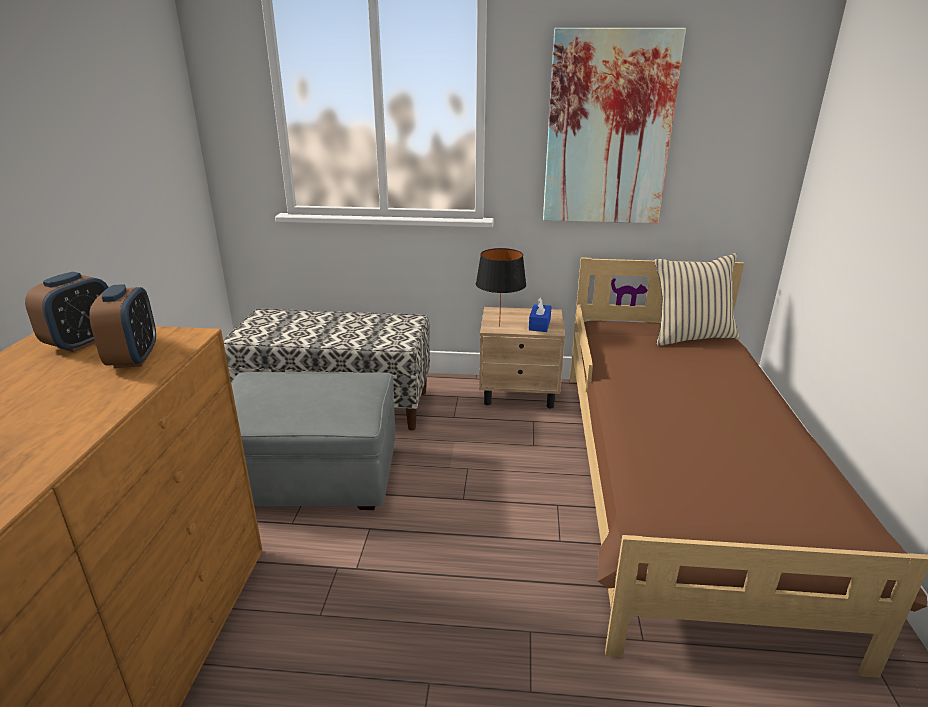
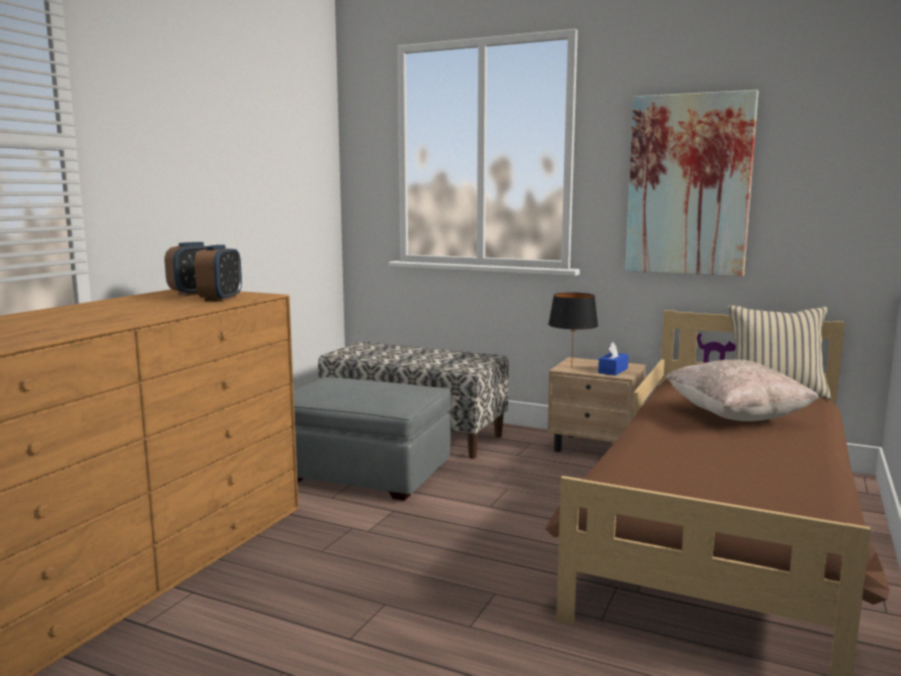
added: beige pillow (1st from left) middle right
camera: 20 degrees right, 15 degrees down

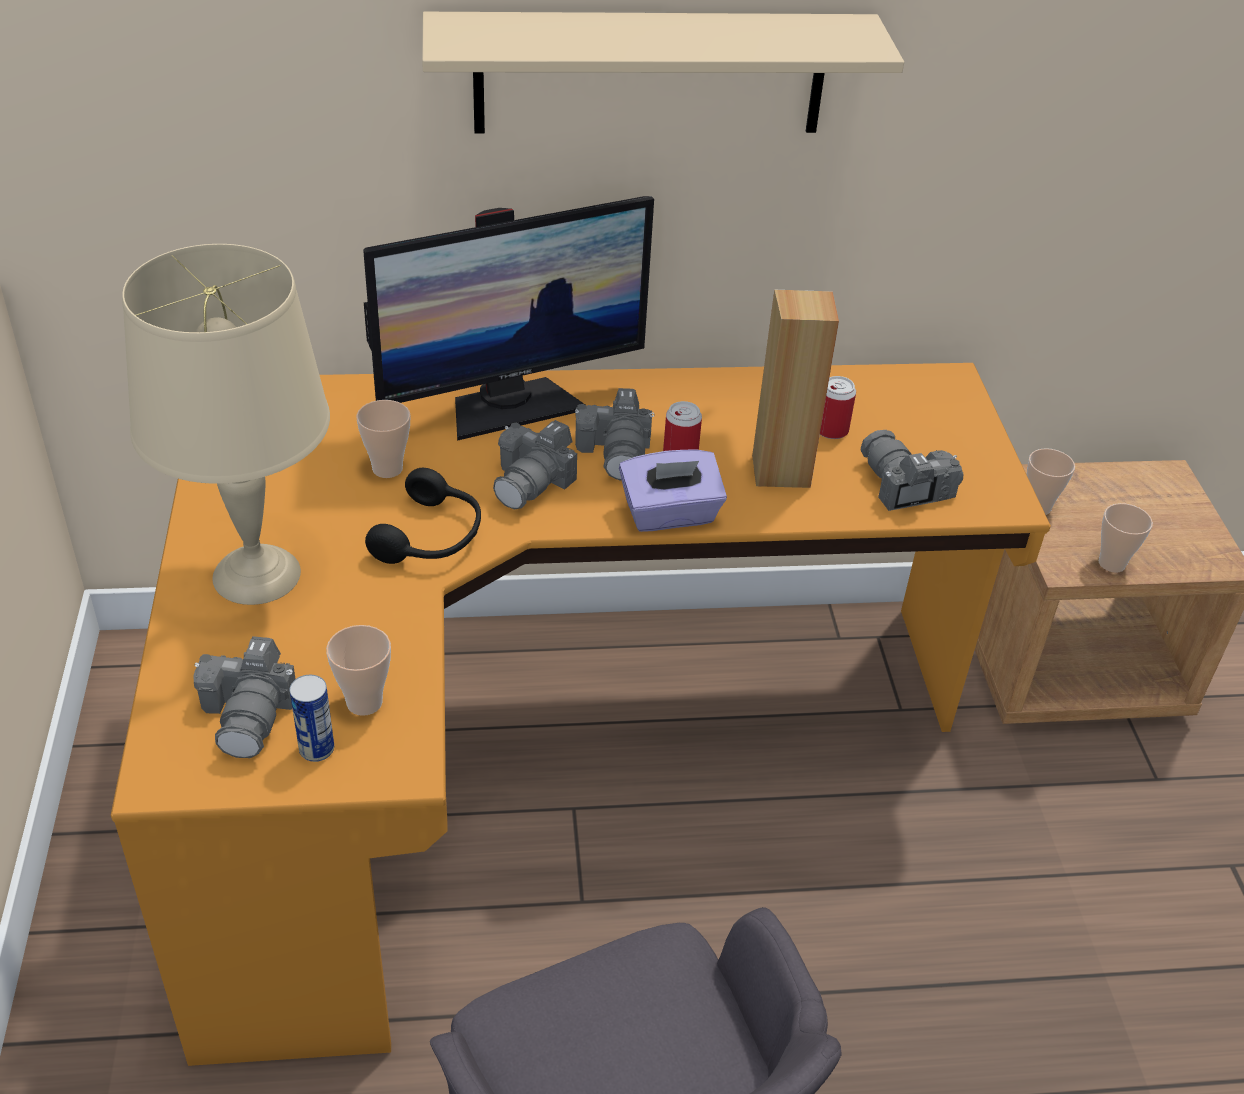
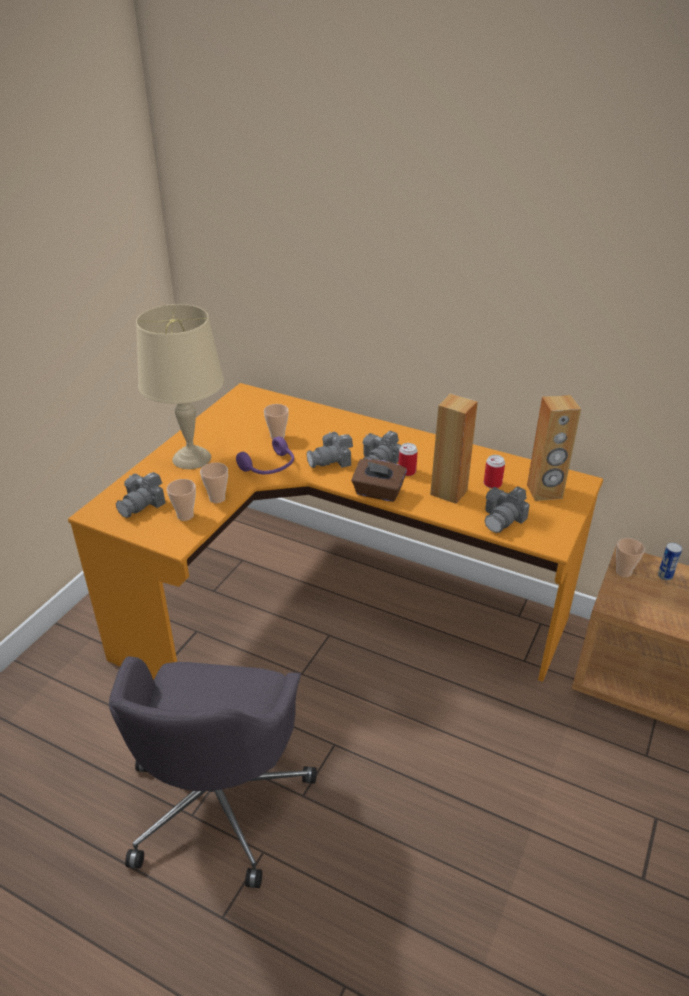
removed: monitor top centre; beige shelf top centre
added: brown speaker (2nd from left) middle right
moved: can (1st from left in the first image) middle left to can (3rd from left) middle right; cup (4th from left in the first image) middle right to cup (2nd from left) middle left
recoloured: black headphones centre to purple headphones centre; purple tissue box centre to brown tissue box centre
turned: photo camera (4th from left) middle right = middle right 150 degrees counterclockwise
camera: 35 degrees right, 5 degrees down

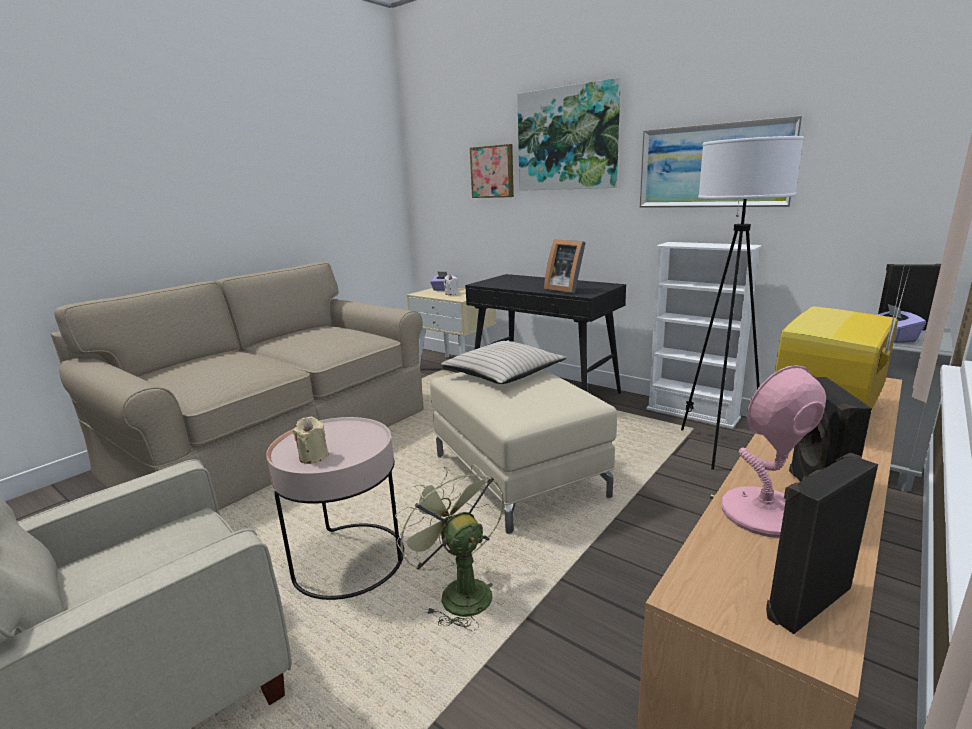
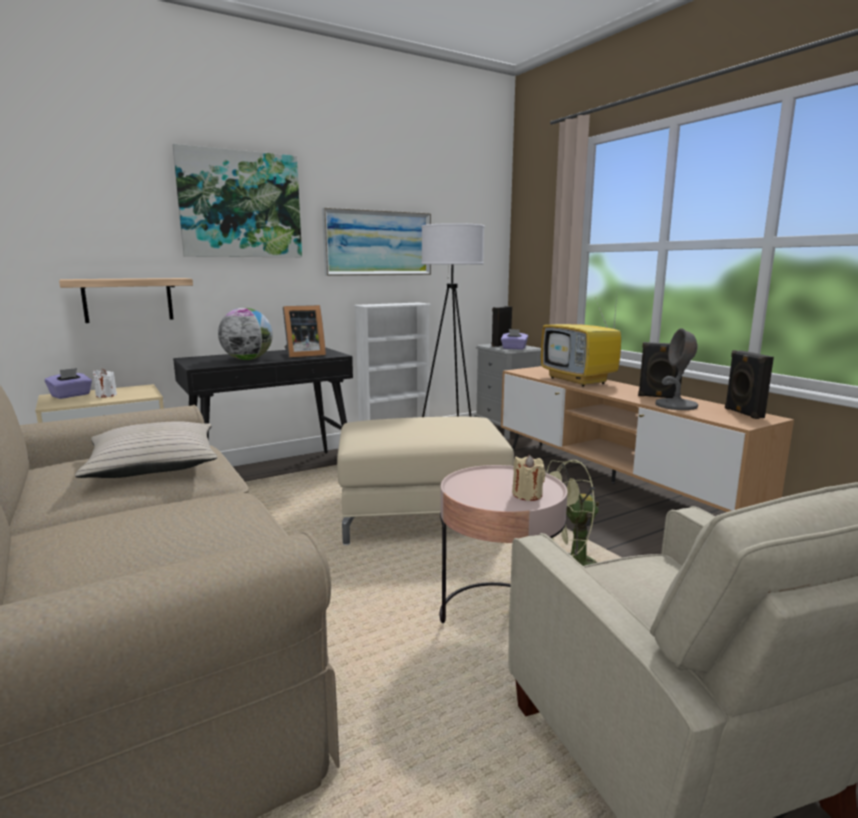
removed: picture (1st from left) top centre
added: shelf middle left; globe middle left
moved: beige pillow centre to middle left
recoloured: pink table lamp middle right to grey table lamp middle right
camera: 70 degrees left, 5 degrees down

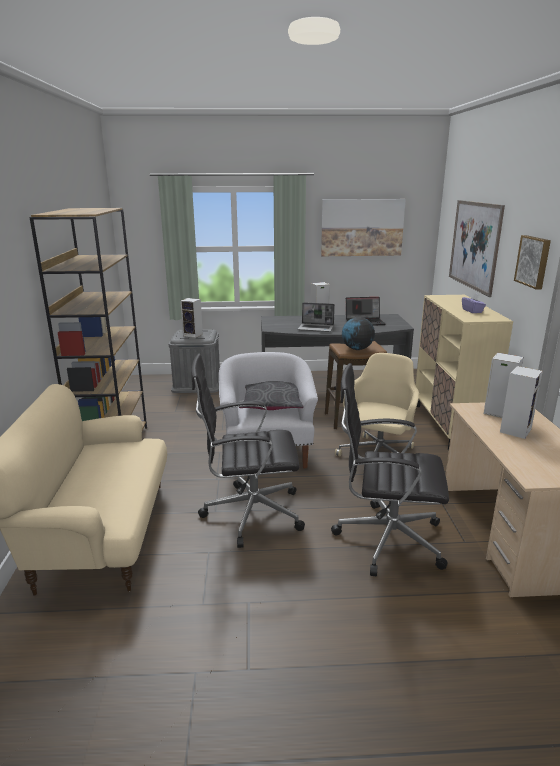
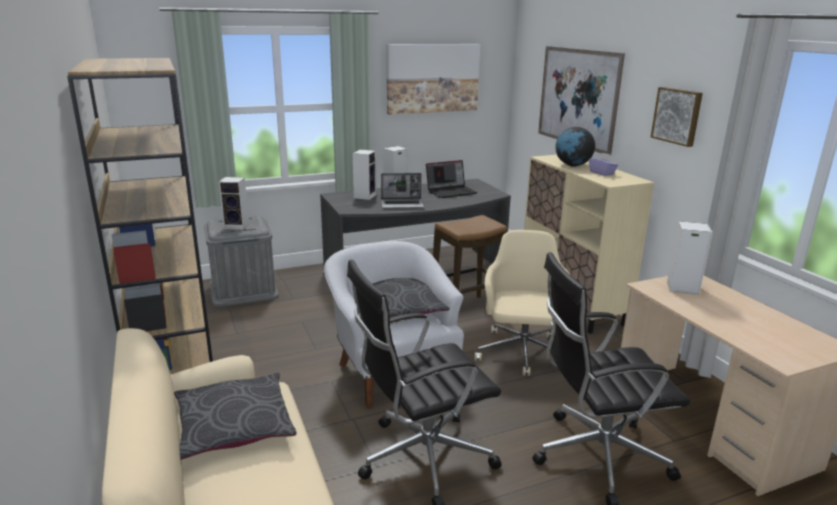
added: grey pillow (1st from left) bottom left
moved: globe centre to top right; speaker (4th from left in the first image) middle right to speaker (2nd from left) centre
camera: 20 degrees left, 0 degrees up

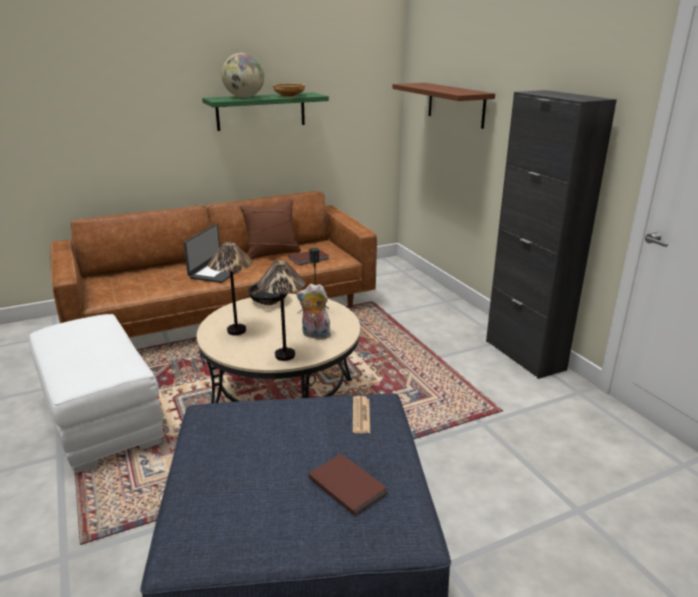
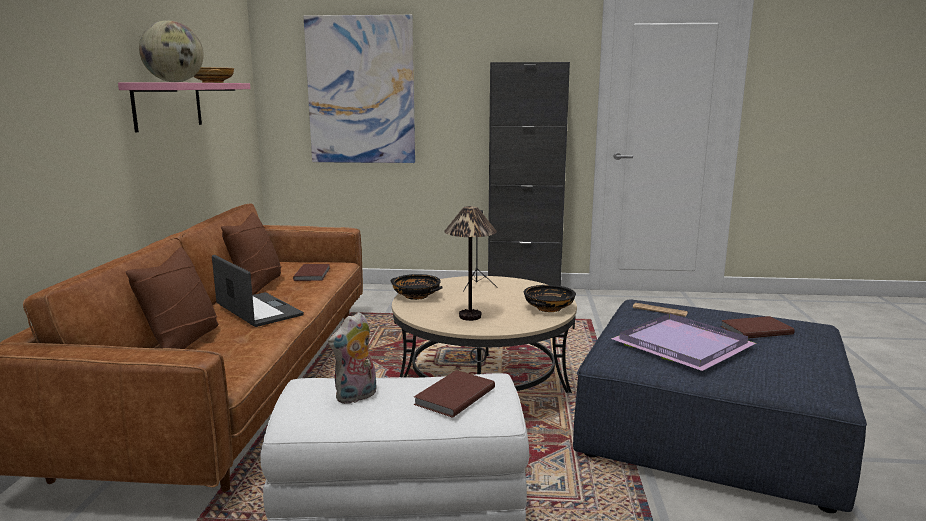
added: brown pillow (1st from left) middle left; brown book (2nd from left) bottom centre; purple tray middle right
moved: plush toy centre to bottom centre
replaced: table lamp (2nd from left) centre to black bowl (2nd from left) centre; brown shelf top centre to picture top centre
recoloured: green shelf top centre to pink shelf top left
camera: 60 degrees left, 10 degrees down

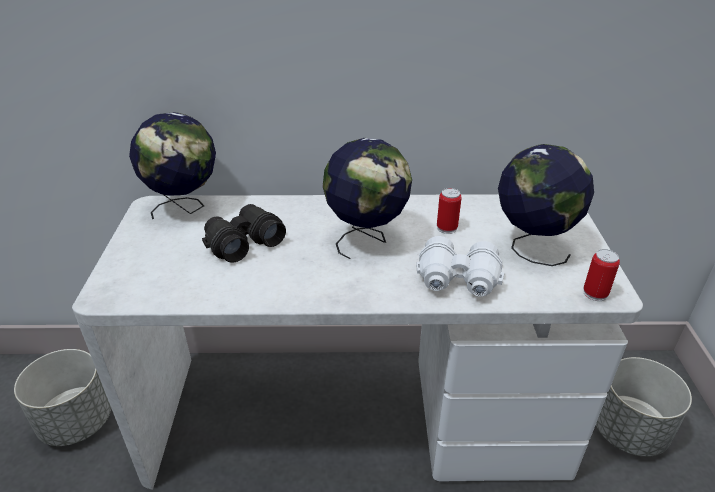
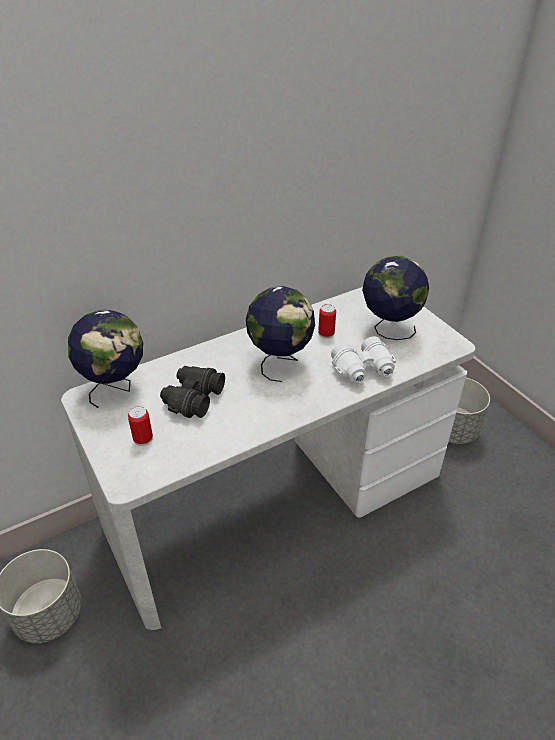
moved: can (2nd from left in the first image) middle right to can (1st from left) middle left
camera: 30 degrees left, 5 degrees up

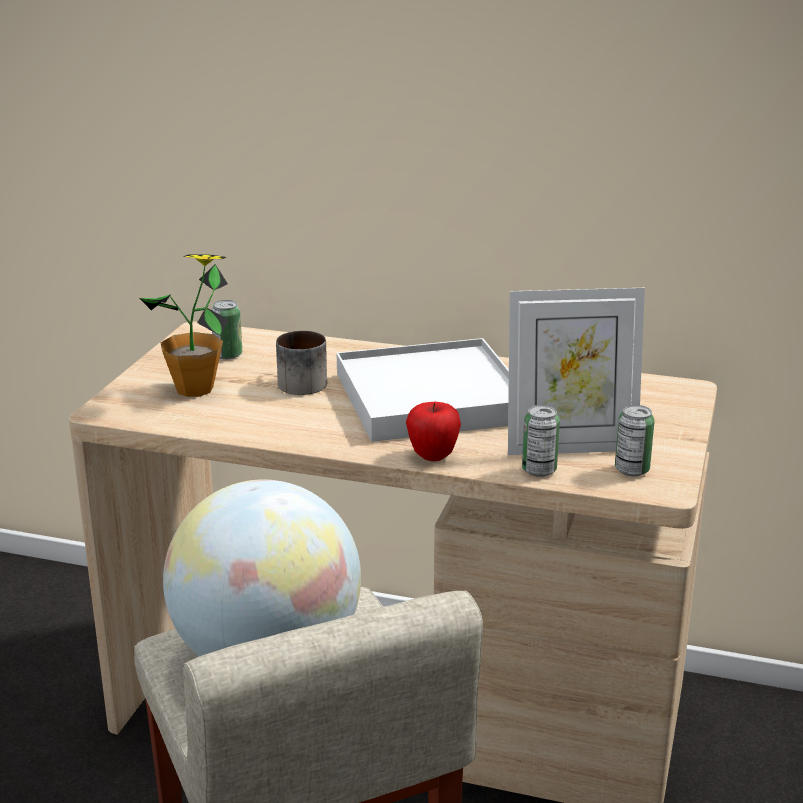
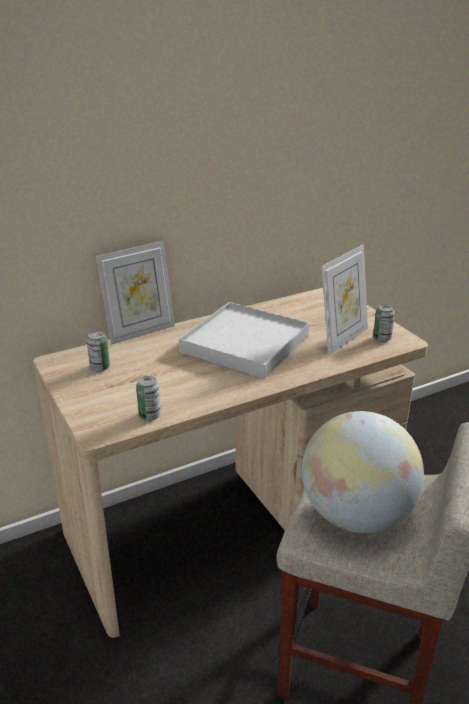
removed: potted plant middle left; mug centre; apple centre
added: picture frame (1st from left) middle left
moved: can (2nd from left) middle right to middle left
camera: 45 degrees left, 5 degrees up

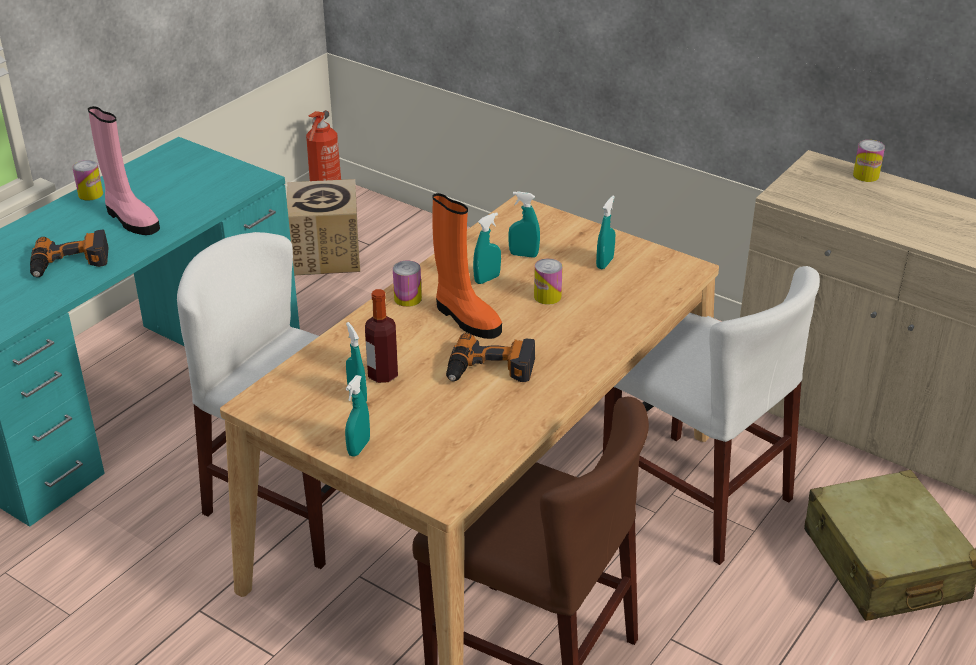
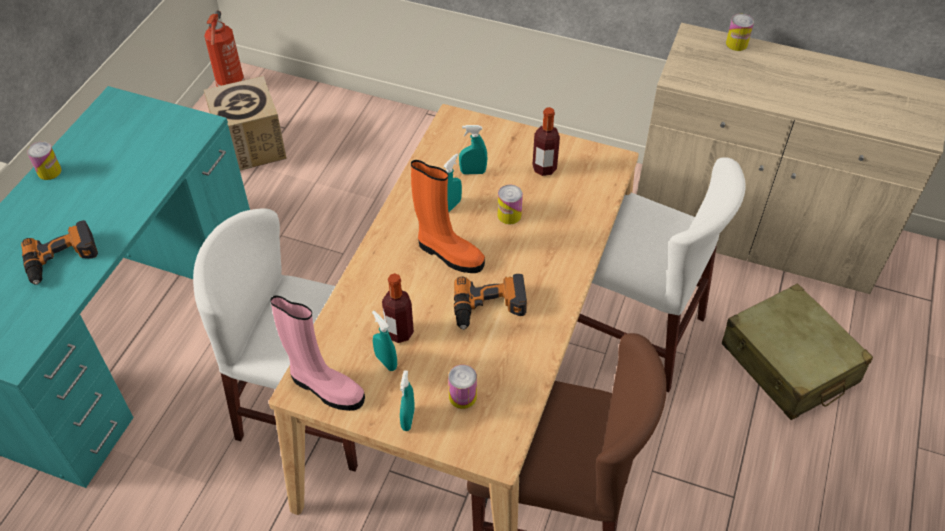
moved: pink boot top left to centre; can (2nd from left) centre to bottom centre
replaced: turquoise spray bottle (5th from left) centre to bottle (2nd from left) top centre
camera: 15 degrees left, 15 degrees up

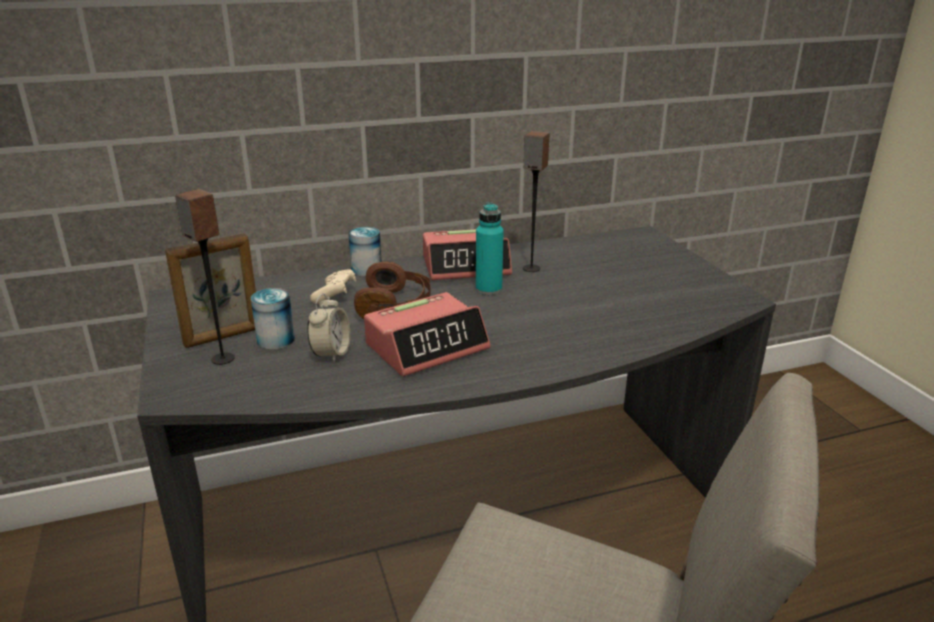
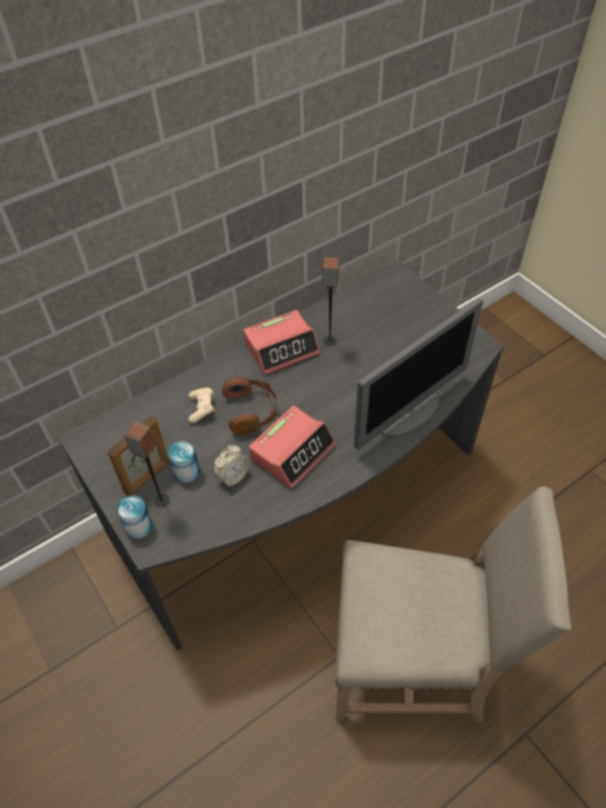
removed: turquoise bottle centre
added: monitor middle right
moved: can (2nd from left in the first image) centre to can (1st from left) middle left
turned: alarm clock (1st from left) centre = centre 45 degrees clockwise
camera: 15 degrees left, 25 degrees up

